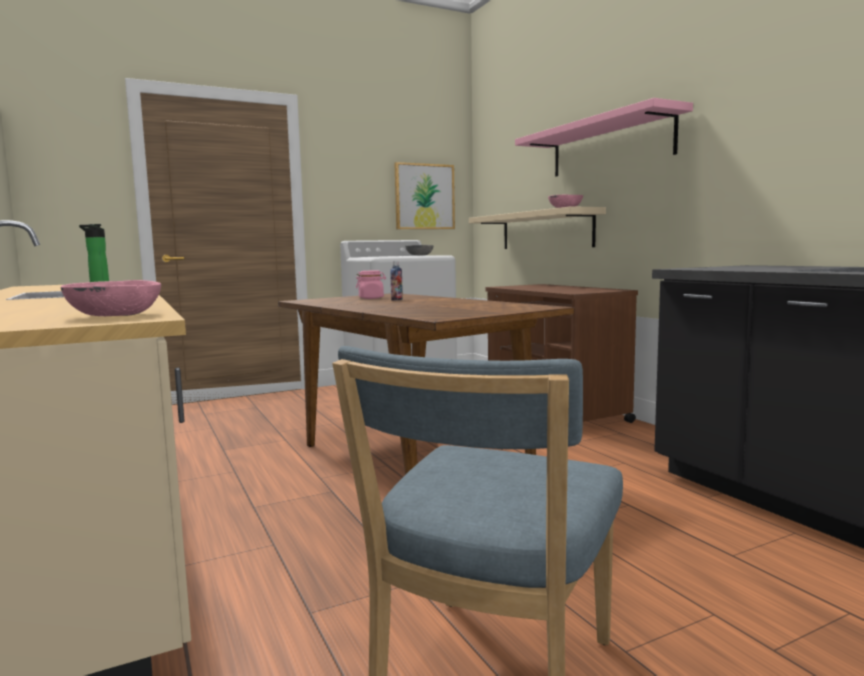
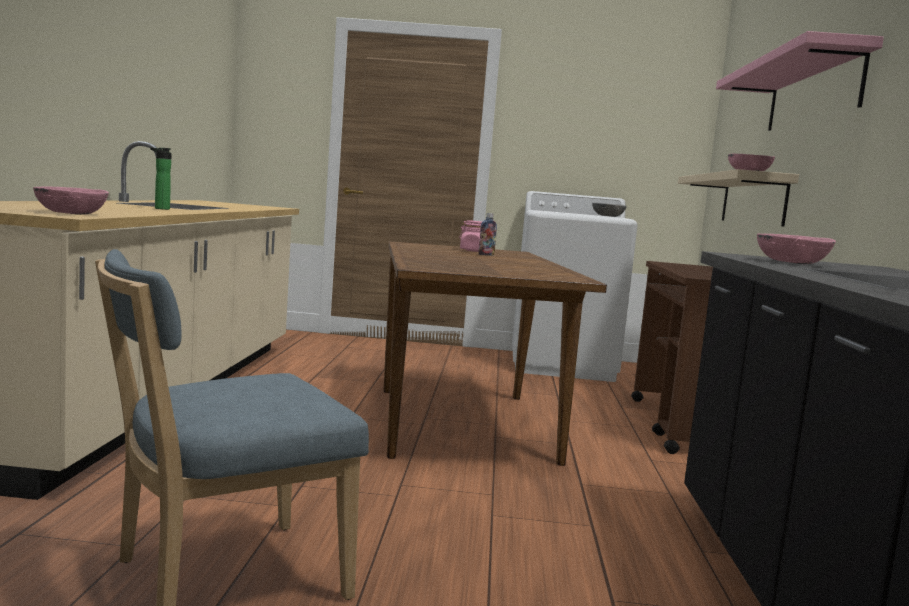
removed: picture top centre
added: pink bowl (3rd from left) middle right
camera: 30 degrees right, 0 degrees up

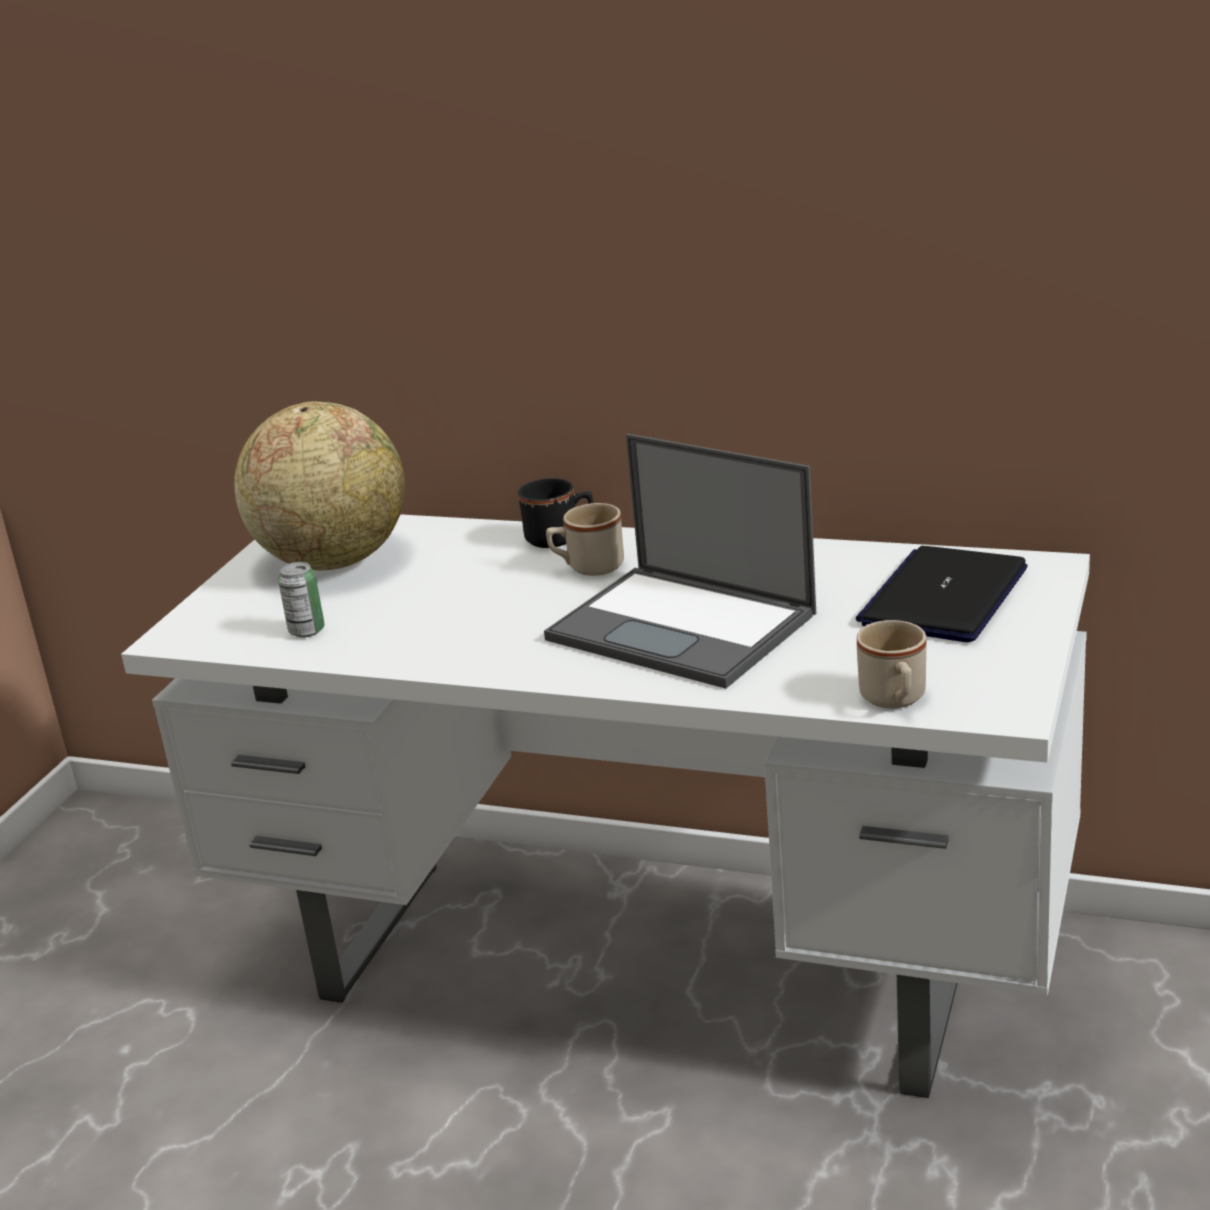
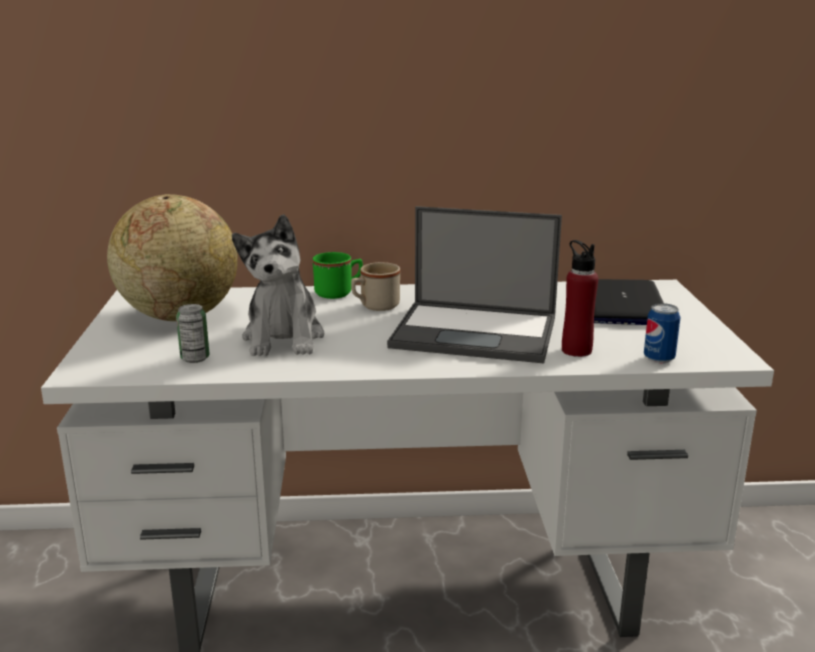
added: plush toy centre; red bottle middle right
replaced: beige mug (2nd from left) middle right to can (2nd from left) middle right
recoloured: black mug centre to green mug centre
camera: 25 degrees left, 5 degrees down

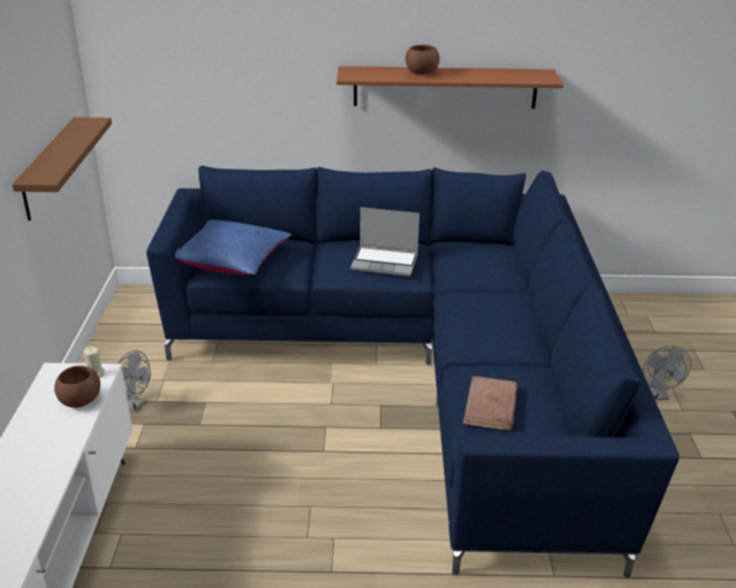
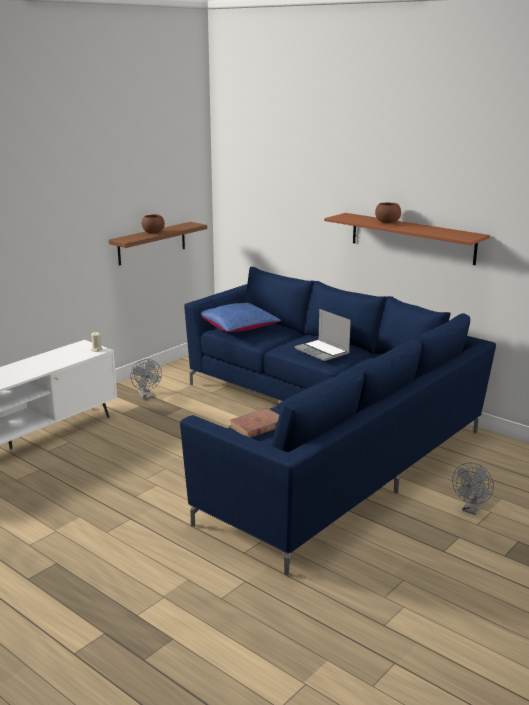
moved: brown bowl (1st from left) middle left to top left
camera: 40 degrees right, 10 degrees down

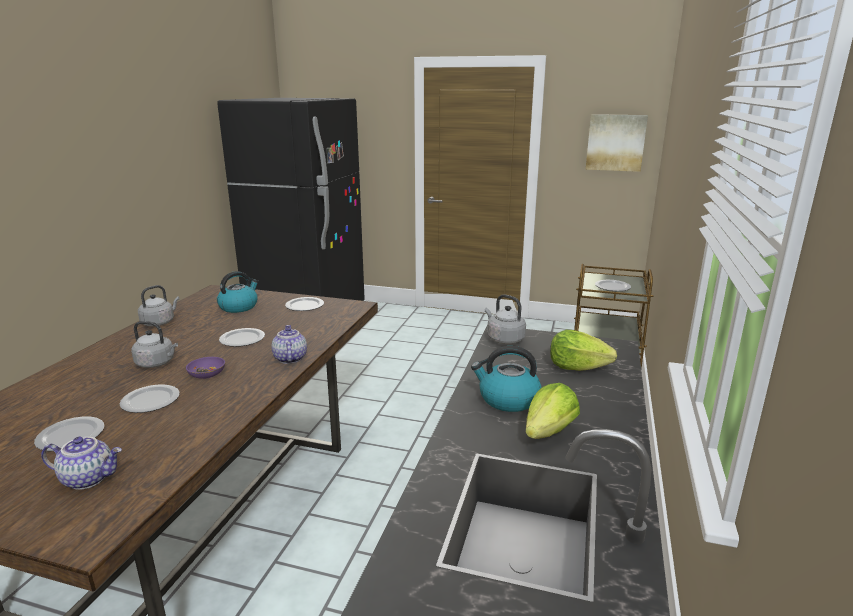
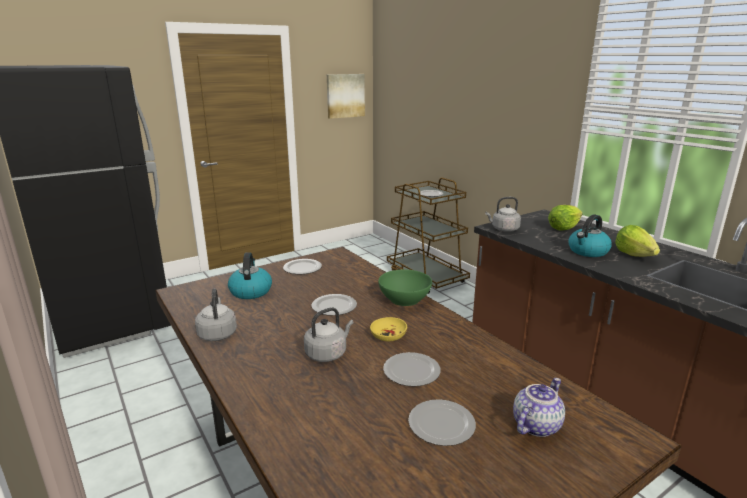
replaced: teapot (2nd from left) centre to green bowl centre
recoloured: purple bowl middle left to yellow bowl centre
camera: 50 degrees left, 0 degrees up

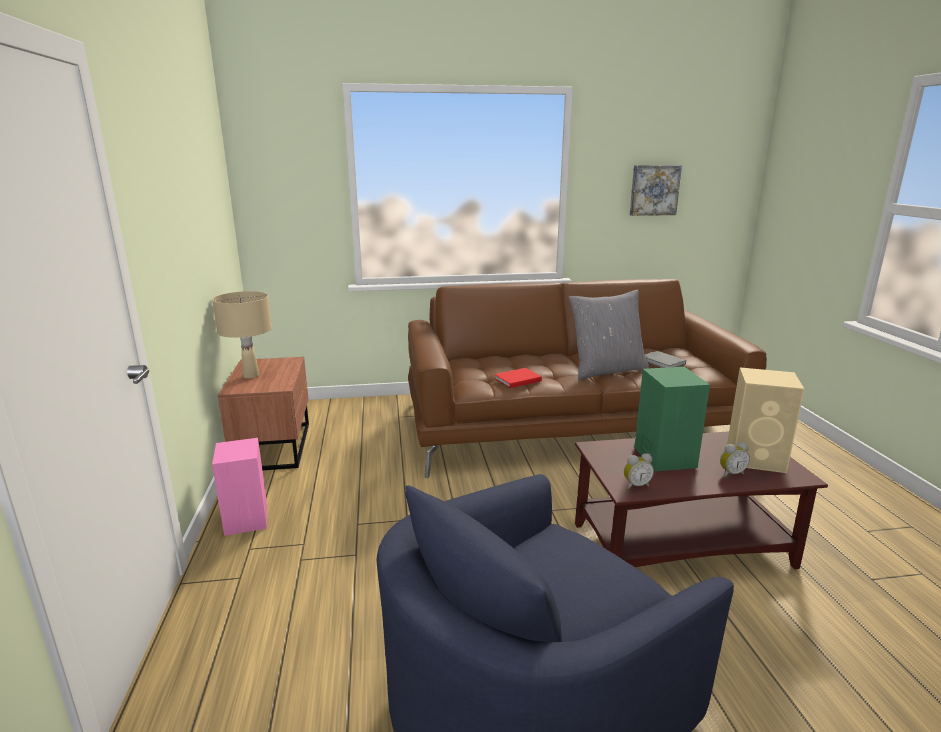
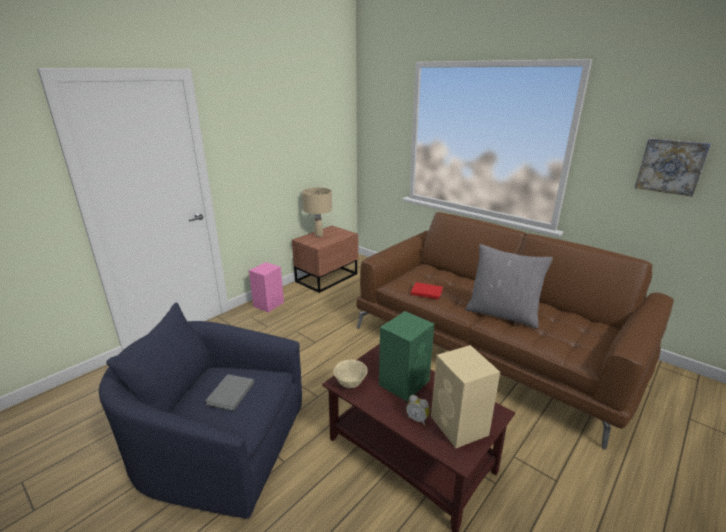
moved: grey book middle right to bottom left
replaced: alarm clock (1st from left) middle right to beige bowl bottom centre
camera: 50 degrees right, 5 degrees up

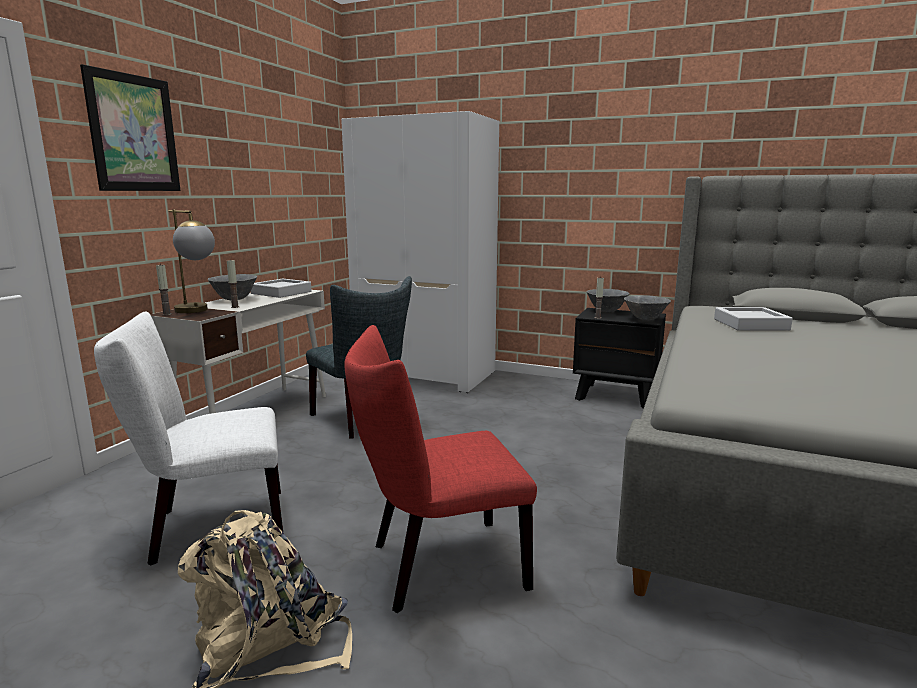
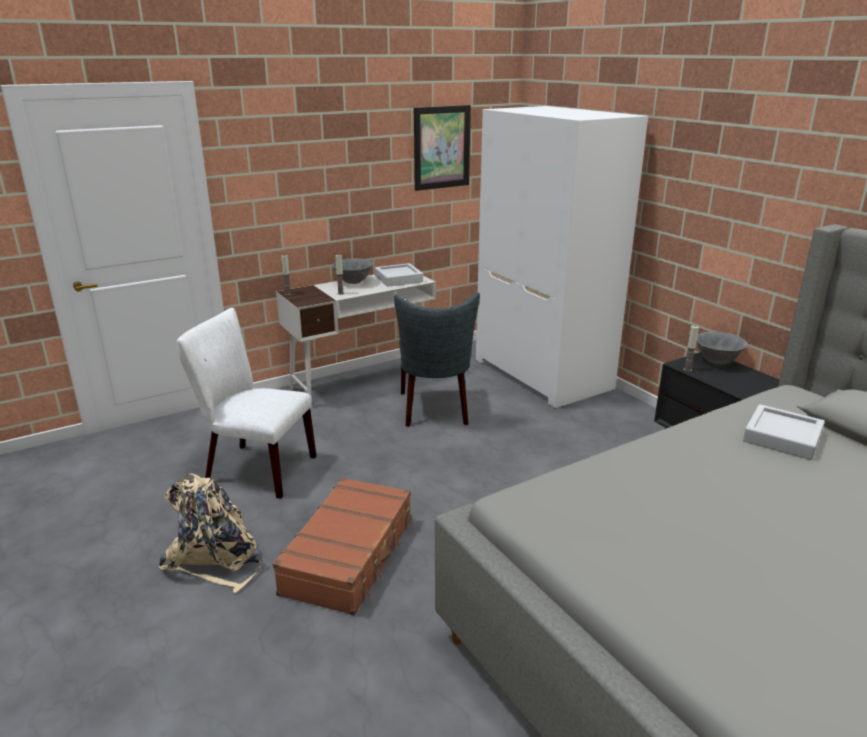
removed: table lamp middle left; grey bowl (3rd from left) middle right
moved: picture top left to top centre
replaced: red chair bottom centre to brown suitcase bottom centre
camera: 35 degrees right, 10 degrees up

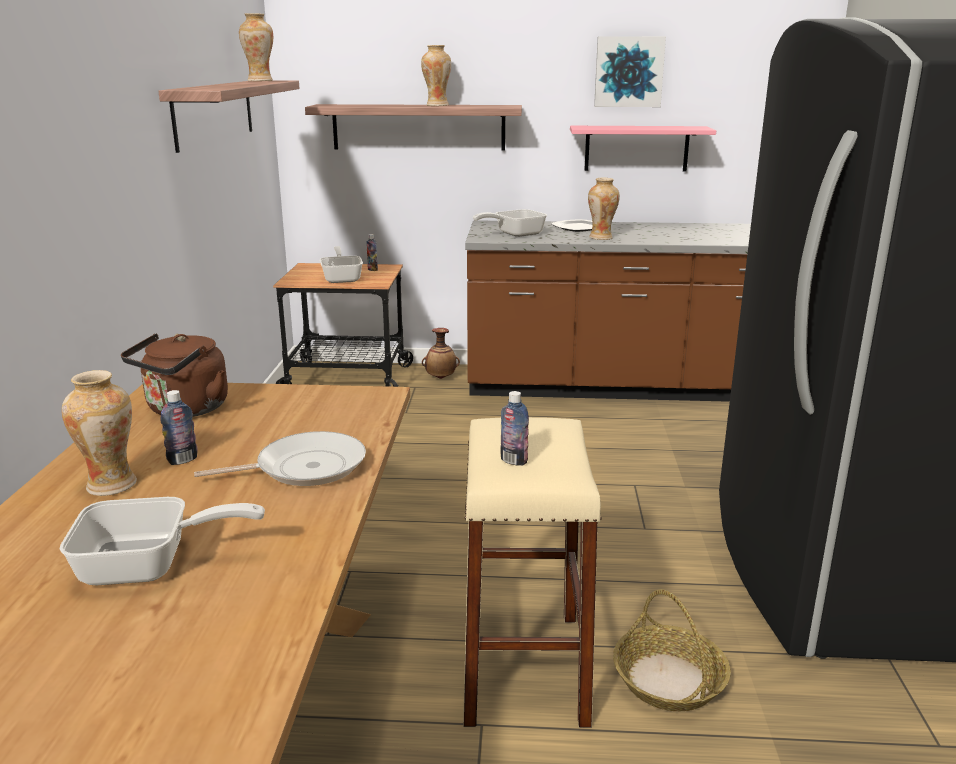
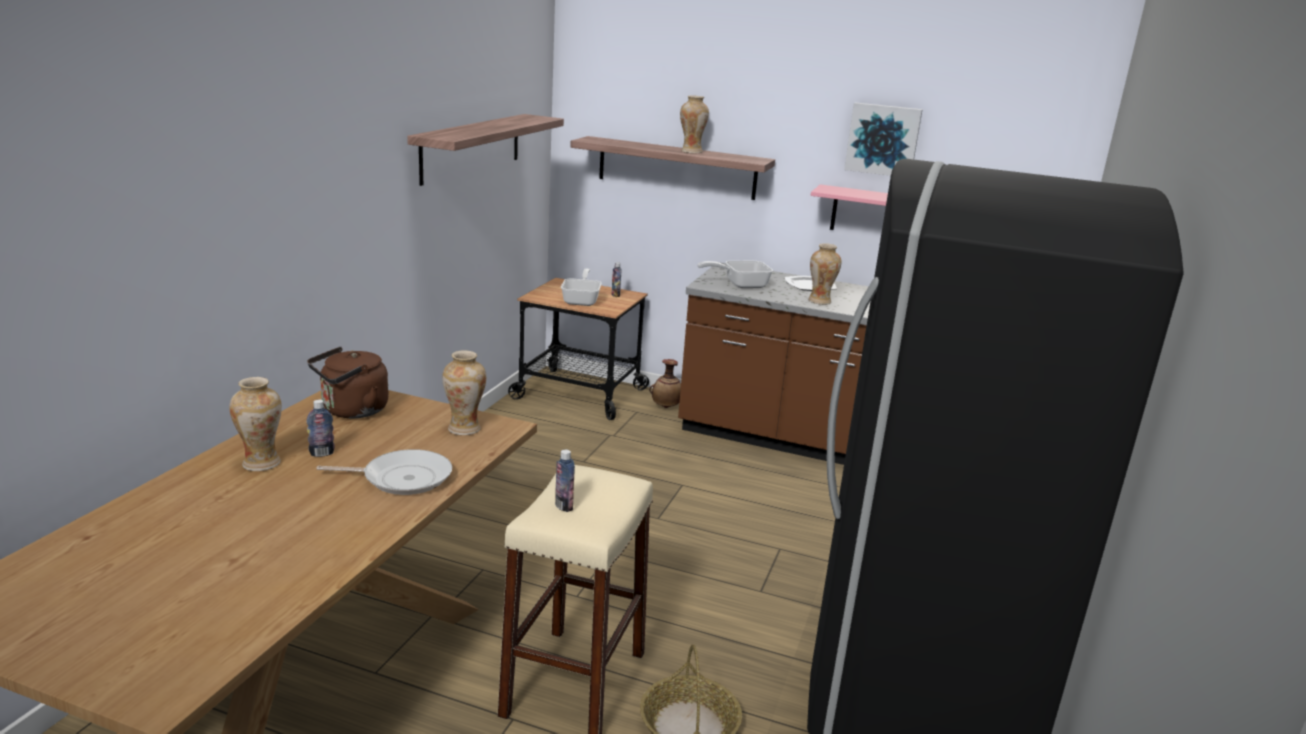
removed: frying pan (1st from left) bottom left
moved: vase (2nd from left) top left to centre
camera: 15 degrees right, 0 degrees up

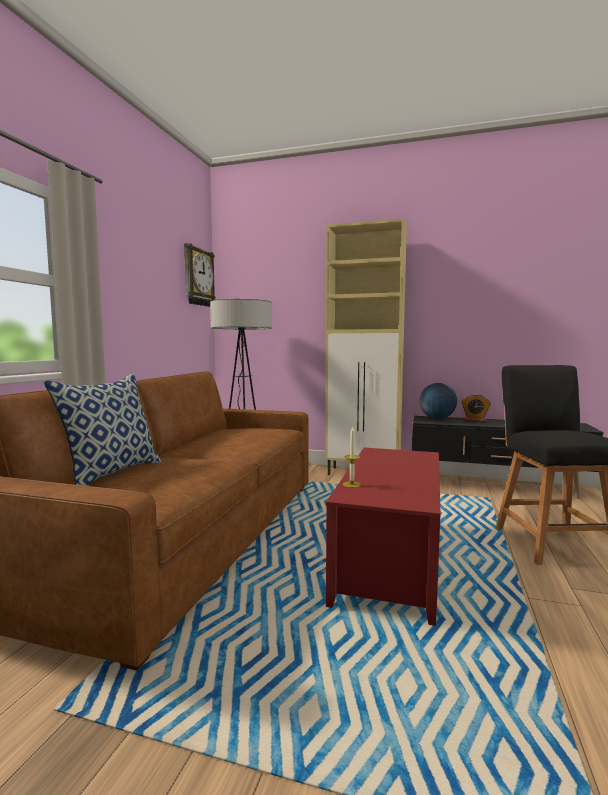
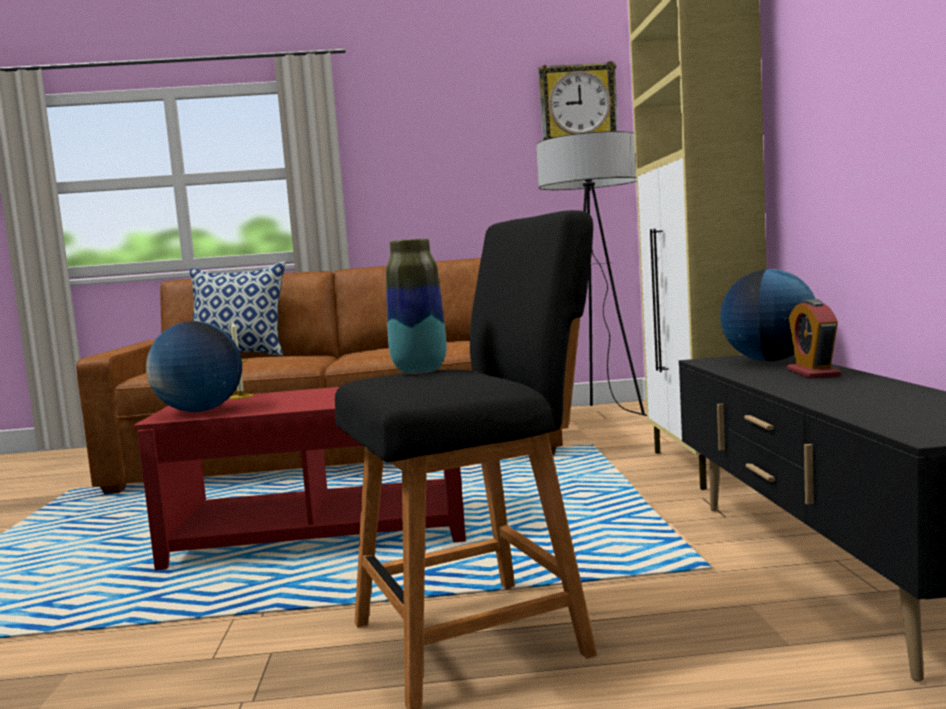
added: globe (1st from left) middle left; vase centre
camera: 70 degrees right, 0 degrees up

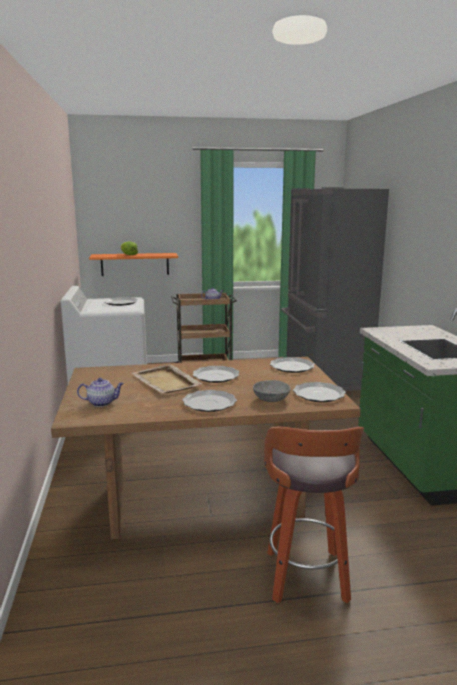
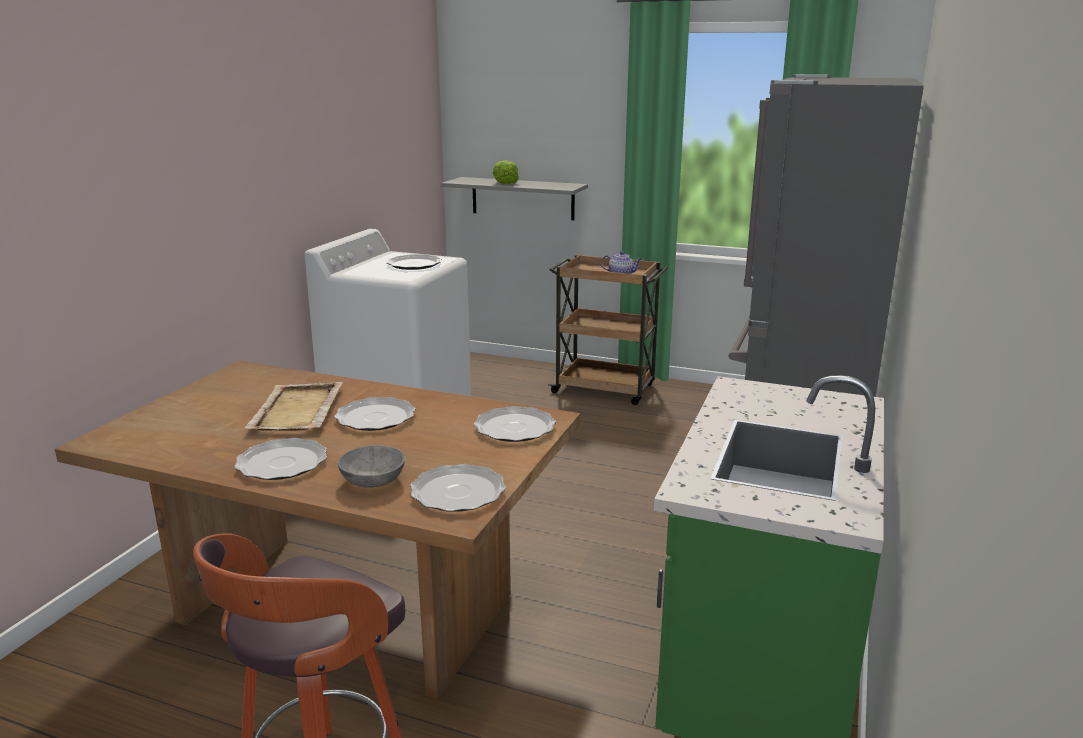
removed: teapot (1st from left) middle left
recoloured: orange shelf middle left to grey shelf top centre
camera: 30 degrees right, 5 degrees up

